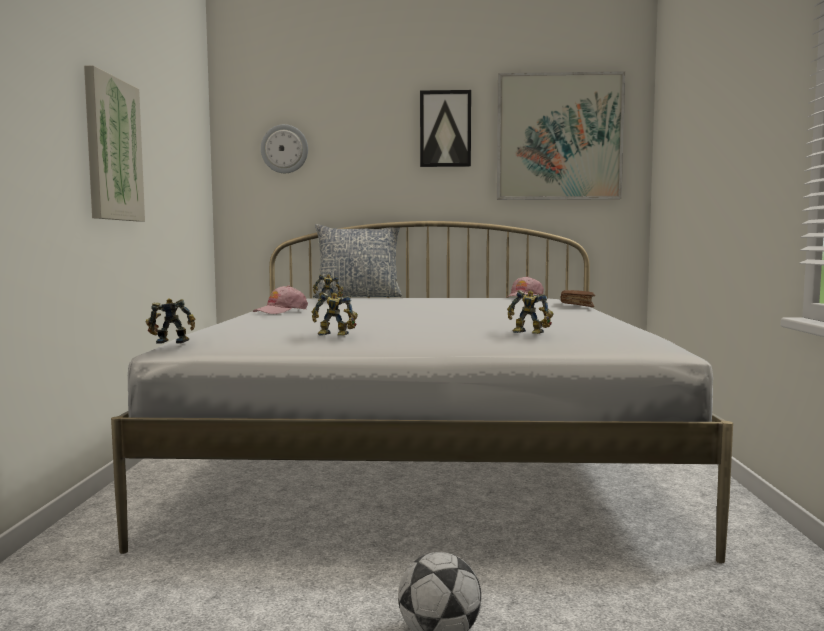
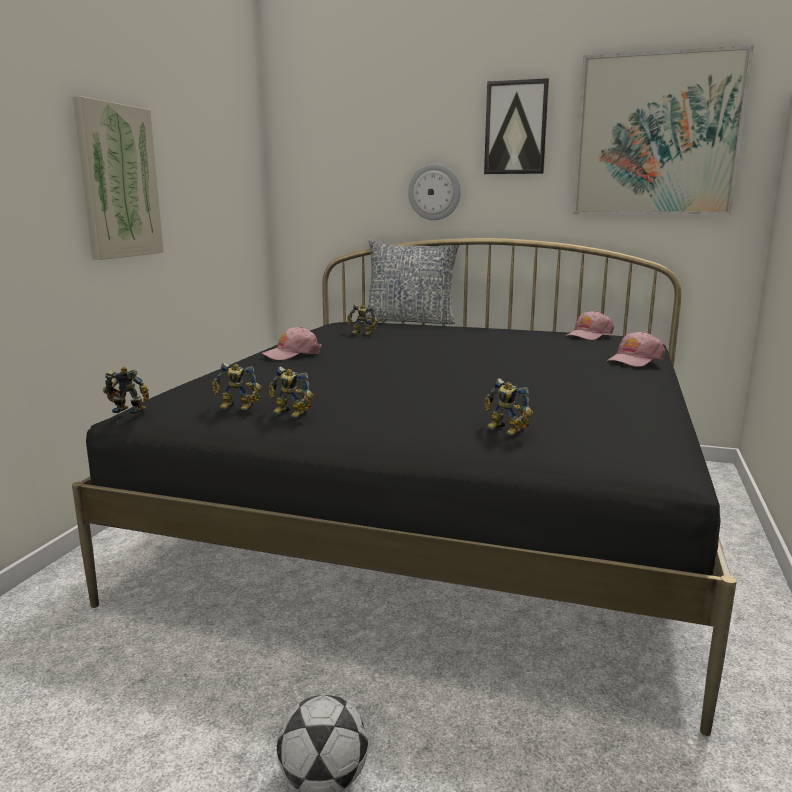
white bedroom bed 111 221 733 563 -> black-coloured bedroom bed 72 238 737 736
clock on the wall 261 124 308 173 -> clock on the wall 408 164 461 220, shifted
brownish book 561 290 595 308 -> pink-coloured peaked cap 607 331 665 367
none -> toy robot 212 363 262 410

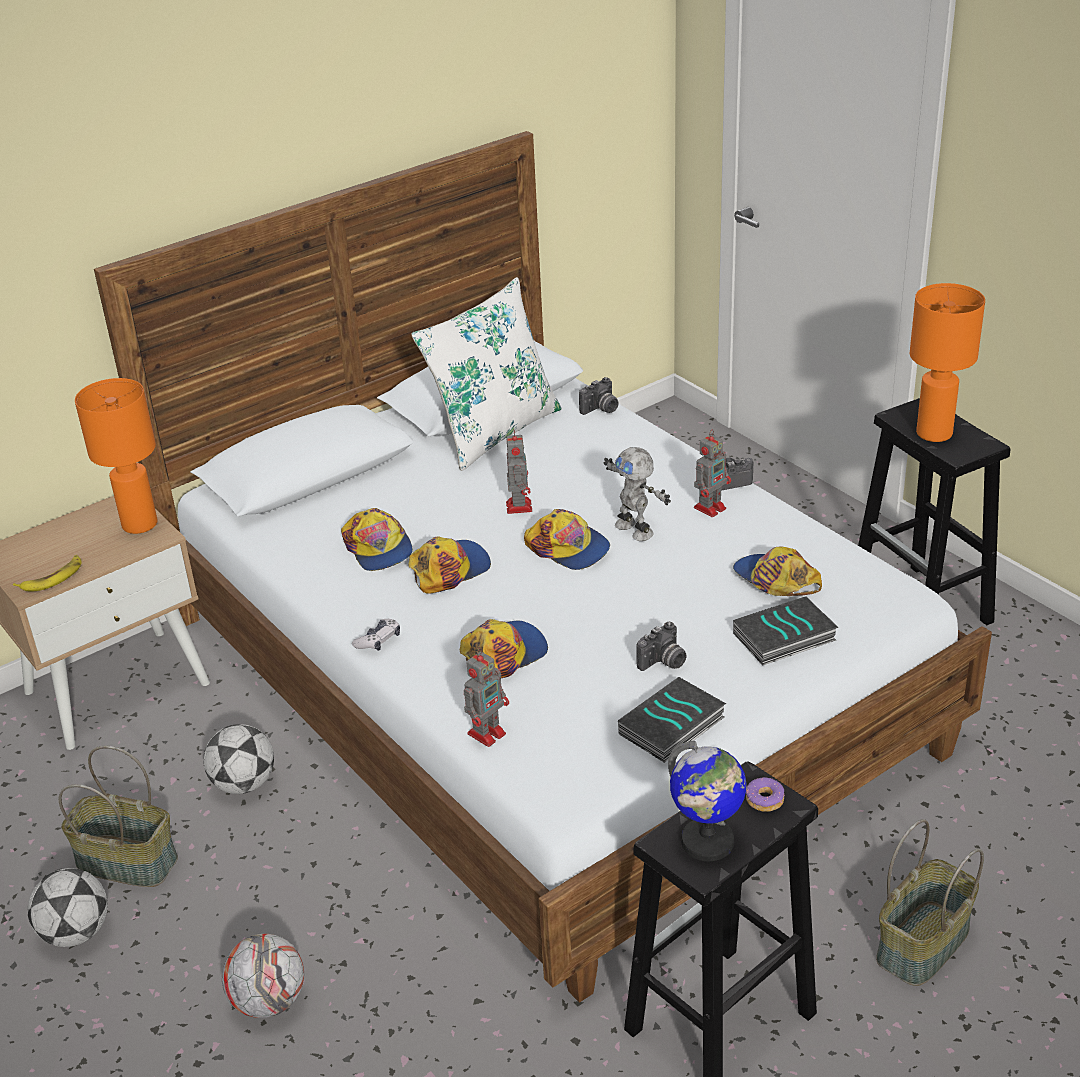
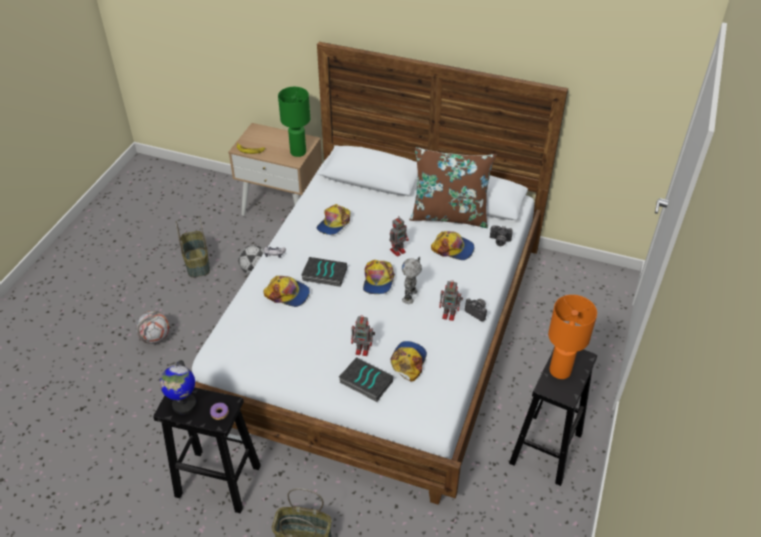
football ball 28 868 108 947 -> none
orangey tabletop lamp 75 378 158 534 -> green-coloured tabletop lamp 278 87 310 157
peaked cap 408 537 491 594 -> peaked cap 431 231 474 260, shifted
white cushion 411 277 562 471 -> brownish cushion 409 147 496 228
toy robot 464 648 509 747 -> toy robot 351 315 375 356, shifted
book 618 677 726 763 -> book 301 257 347 287, shifted
still camera 636 622 686 671 -> none

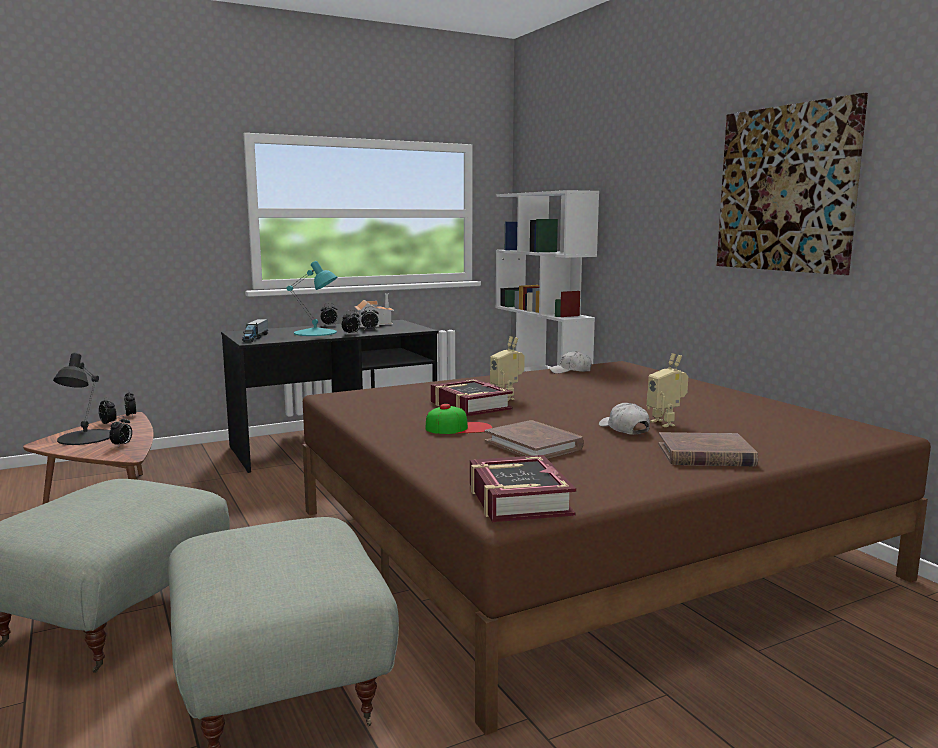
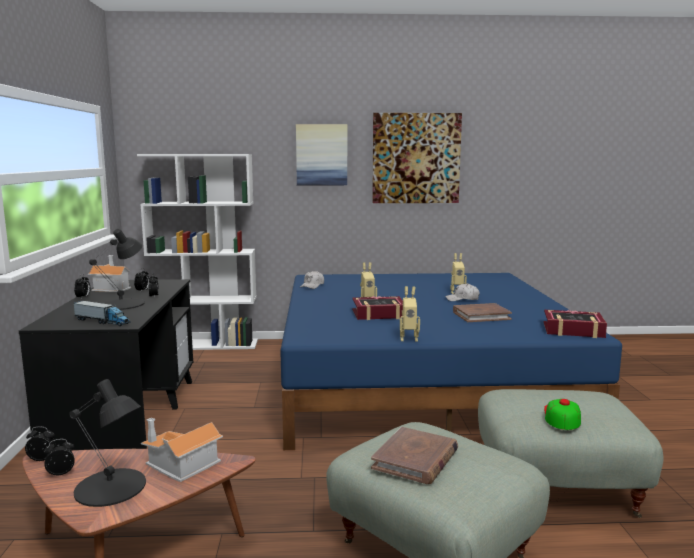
table clock 109 416 132 448 -> toy house 141 418 223 482
turquoise tabletop lamp 287 261 337 336 -> black-coloured tabletop lamp 89 229 145 310
brownish bedroom bed 303 361 931 736 -> bluish bedroom bed 280 273 622 450
peaked cap 426 404 493 434 -> peaked cap 544 399 581 430, shifted
brownish book 658 432 758 466 -> brownish book 371 427 458 484, shifted
none -> wall art 296 124 347 185
none -> toy robot 400 286 420 342

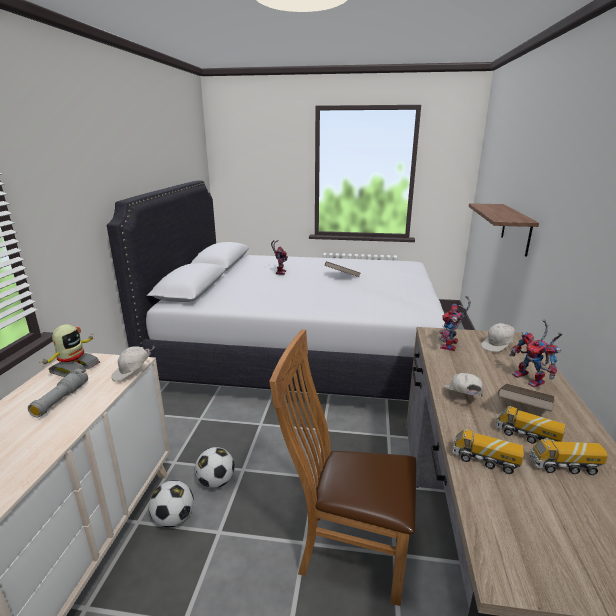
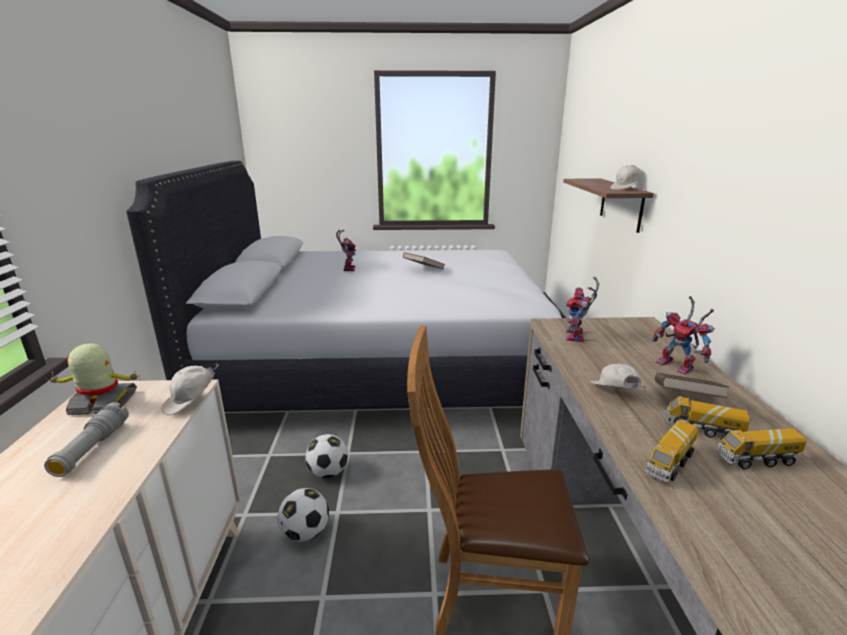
toy robot 39 324 100 377 -> toy robot 46 344 141 415, 105 degrees counterclockwise
football ball 149 480 194 528 -> football ball 305 434 348 478, shifted
toy lorry 452 429 524 474 -> toy lorry 645 420 699 483, 60 degrees counterclockwise
white peaked cap 481 323 515 352 -> white peaked cap 610 165 641 189, shifted

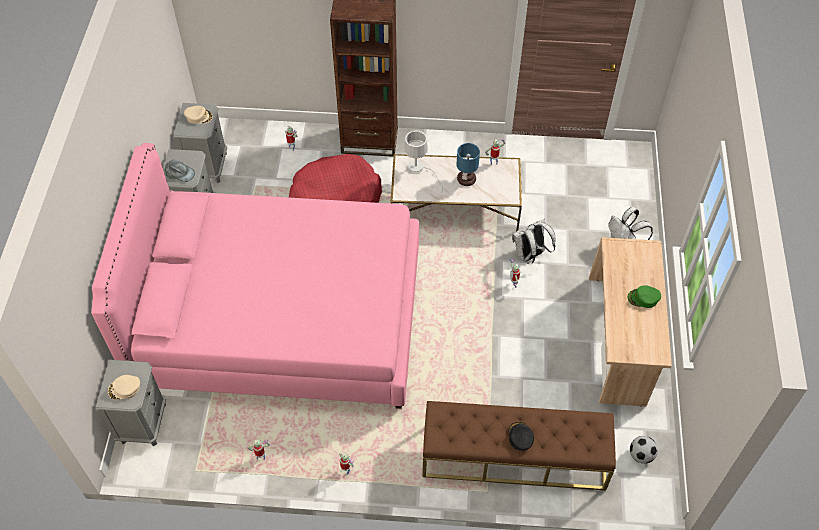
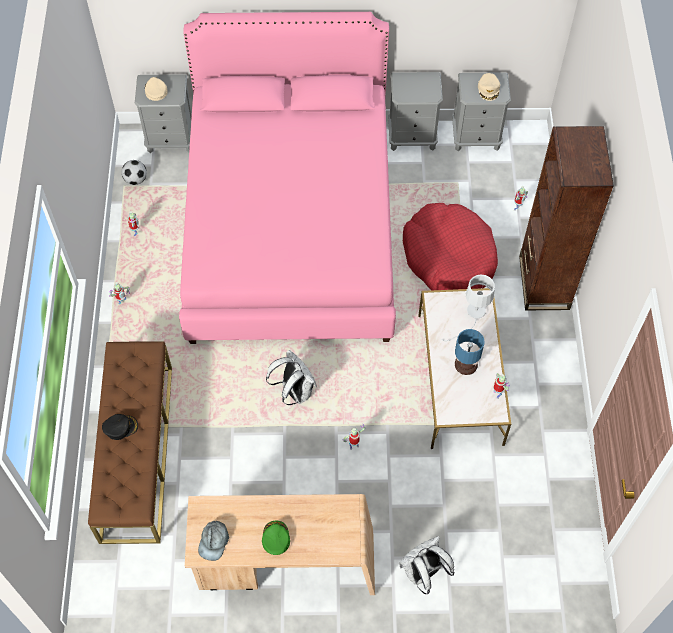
gray peaked cap 165 159 195 182 -> gray peaked cap 198 521 229 561, shifted
white backpack 512 218 555 264 -> white backpack 266 350 317 405, shifted
football ball 630 436 658 464 -> football ball 121 160 147 185, shifted

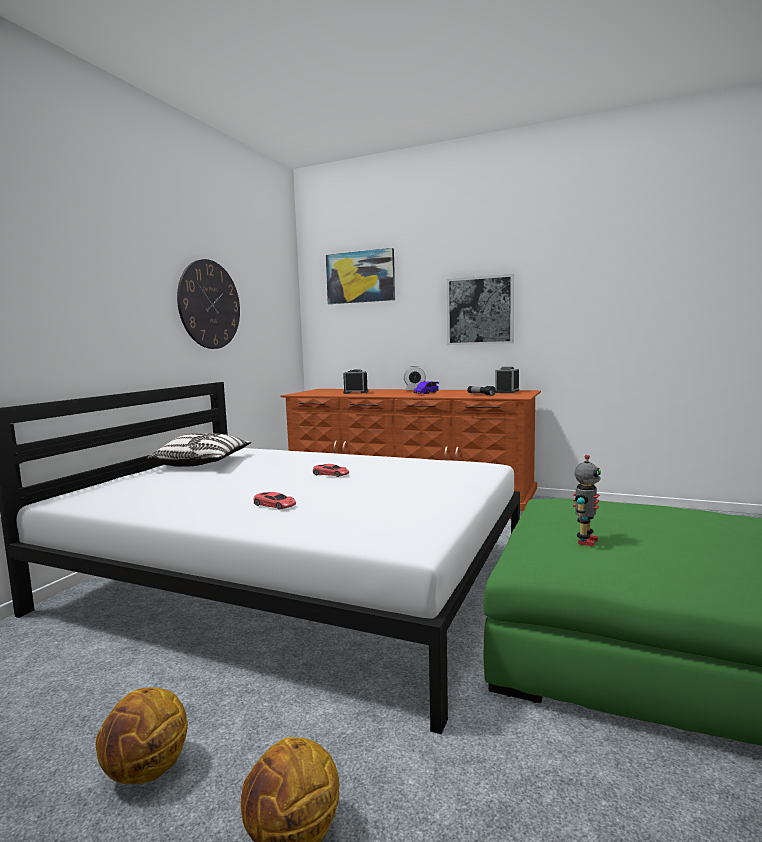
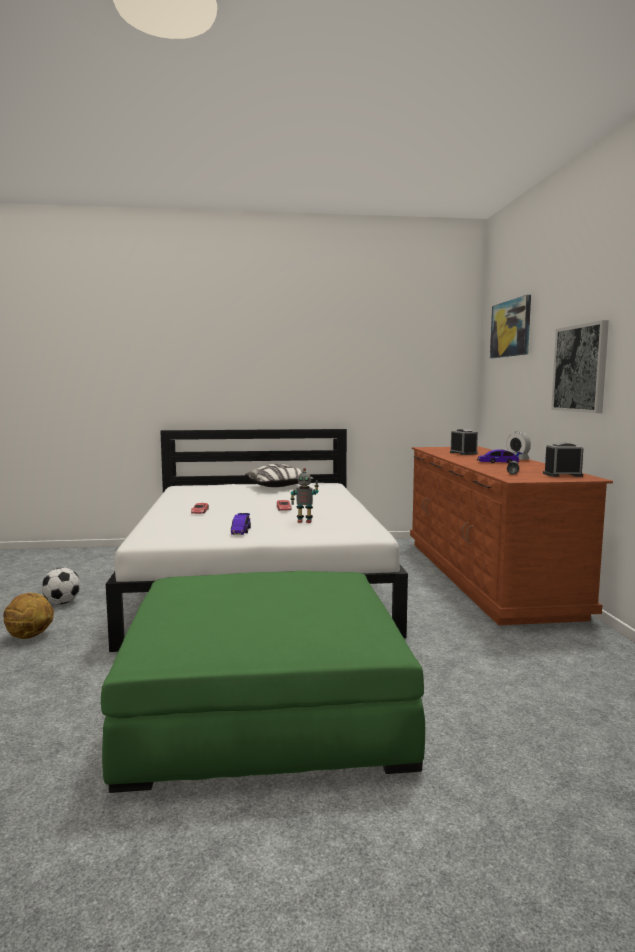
basketball ball 95 687 188 784 -> football ball 42 568 81 604
clock on the wall 177 259 240 349 -> none
toy robot 573 455 601 547 -> toy robot 290 468 319 523, shifted
none -> toy car 231 513 251 535

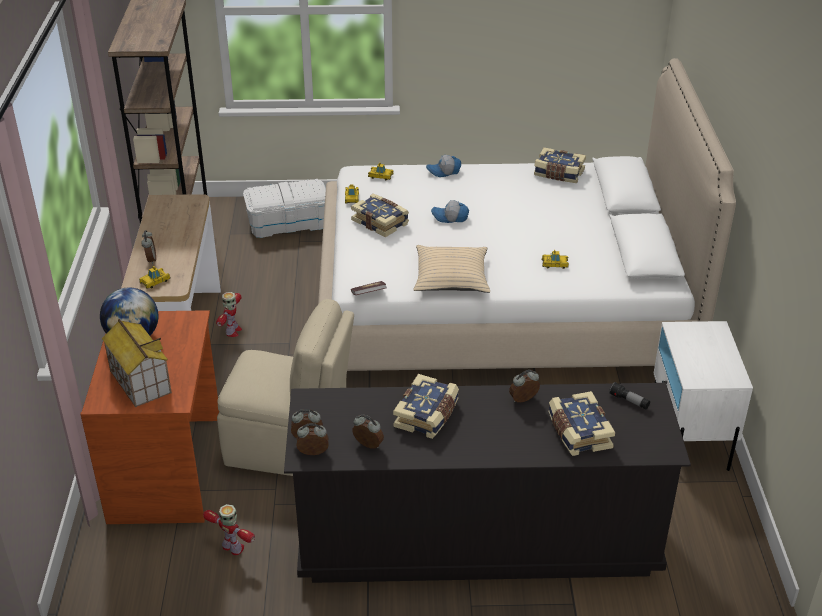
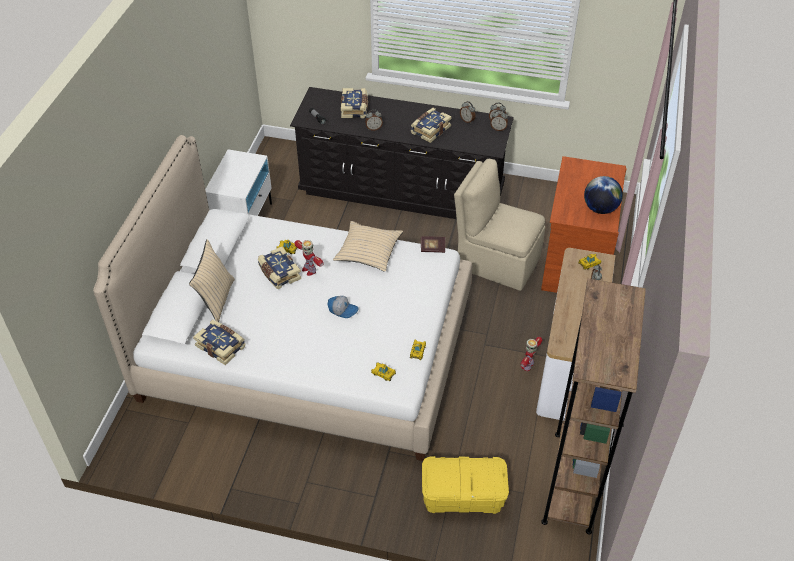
toy house 102 319 172 407 -> none
toy robot 203 504 255 555 -> toy robot 294 240 324 276, shifted
white storage container 243 179 326 238 -> yellowish storage container 422 456 509 514
book 351 193 409 237 -> book 258 247 301 289, shifted
peaked cap 426 155 461 177 -> none
none -> beige cushion 189 239 235 322

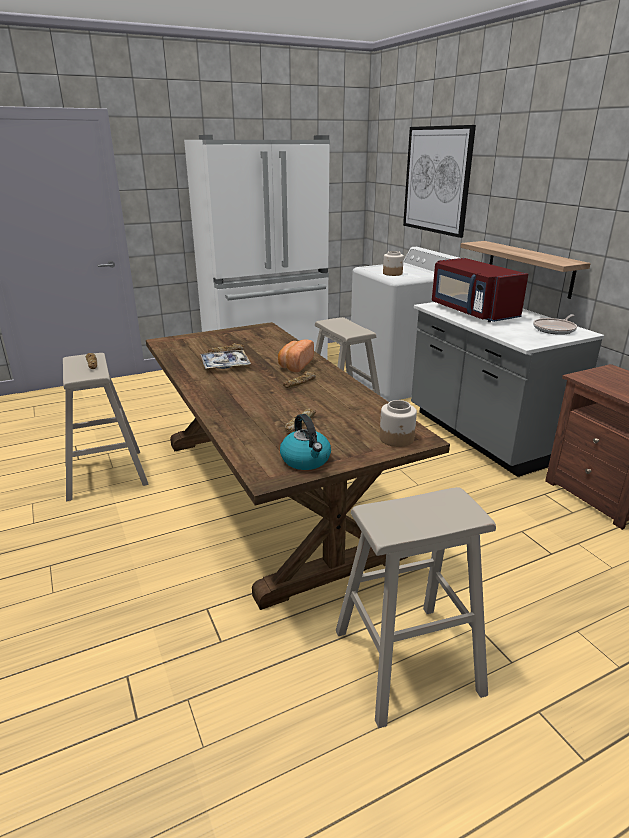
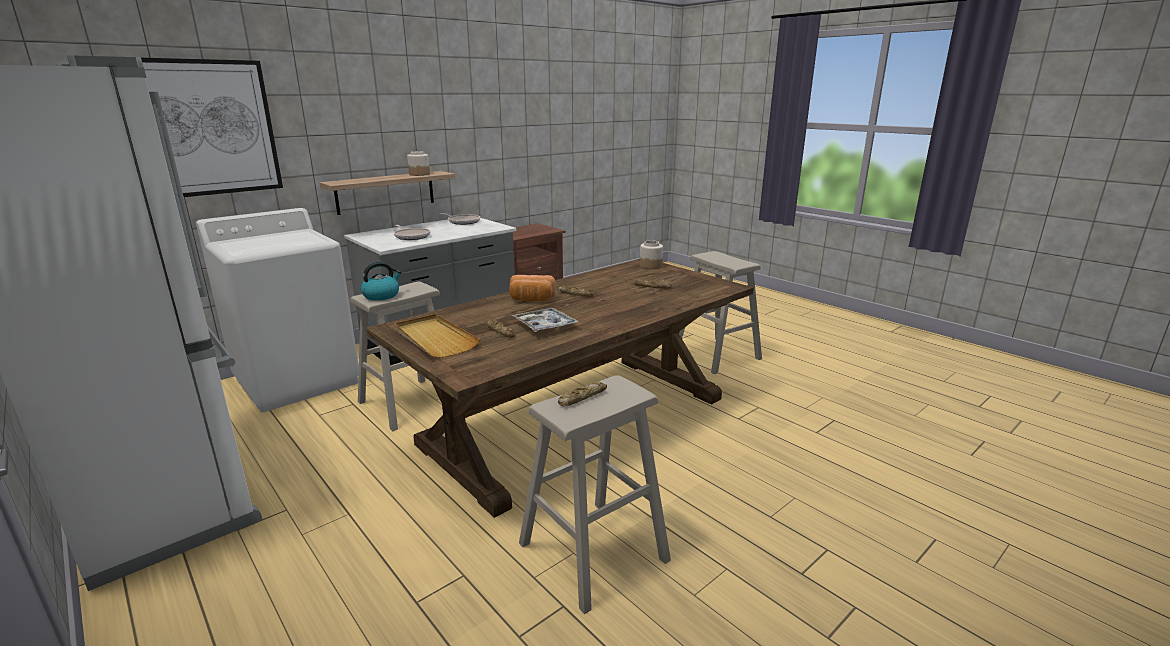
water kettle 280 414 331 470 -> water kettle 361 262 402 301, shifted
preserve jar 383 251 404 276 -> preserve jar 407 151 430 176, shifted
red microwave oven 432 258 528 322 -> skillet 394 225 430 240
none -> beige tray 395 314 480 358

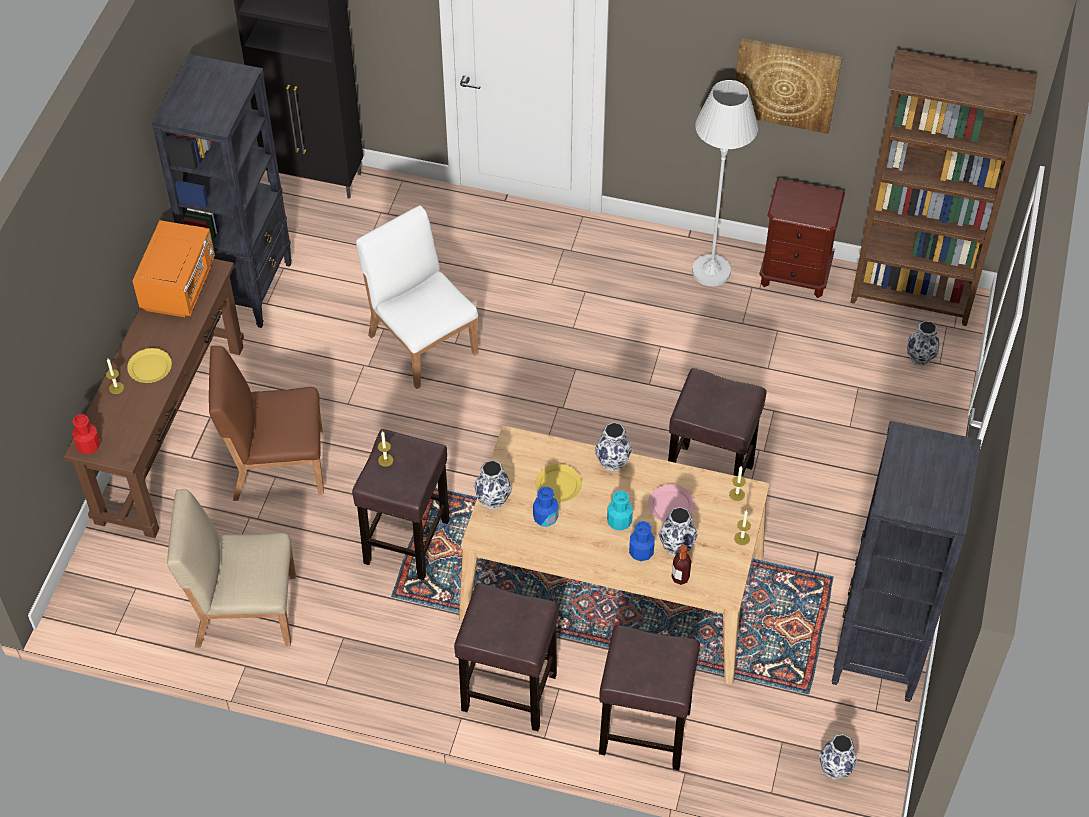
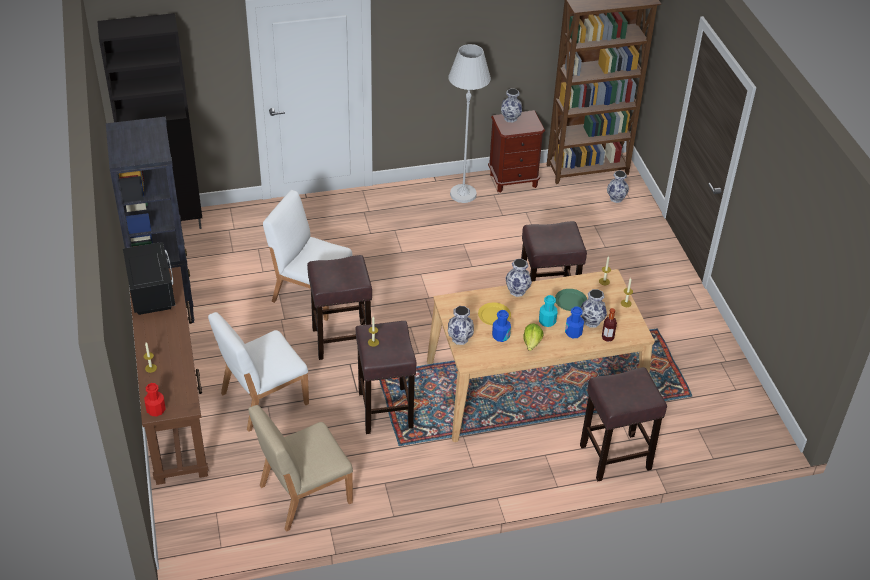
yellowish dinner plate 127 348 172 383 -> none
orangey microwave oven 133 220 215 317 -> black-coloured microwave oven 123 242 176 315
brownish upright chair 209 346 324 501 -> white upright chair 208 312 309 432
brownish stool seat 454 583 559 731 -> brownish stool seat 307 255 372 360, shifted
pink-coloured dinner plate 648 484 695 522 -> green-coloured dinner plate 555 289 587 311
wall art 735 38 842 134 -> none
vase 819 734 858 780 -> vase 501 89 522 122, shifted
black-coloured shelving unit 832 421 981 702 -> none
none -> head of lettuce 523 323 544 351

